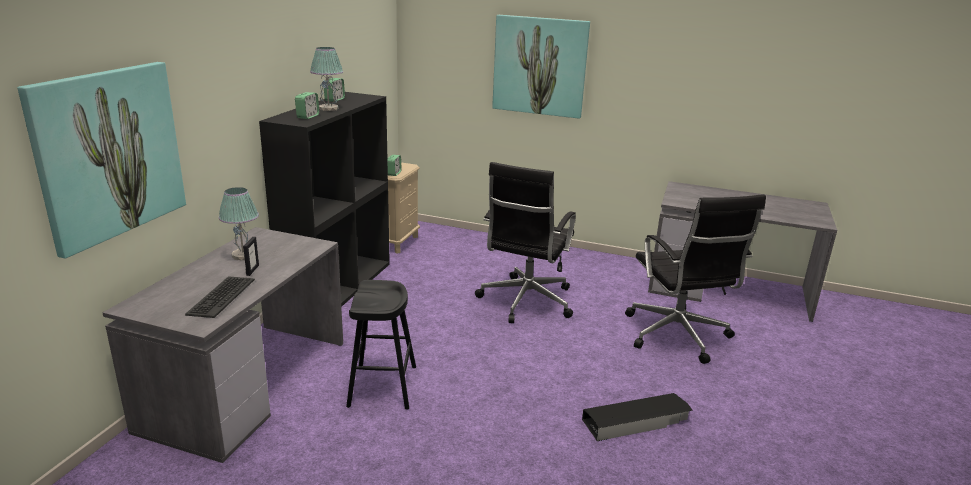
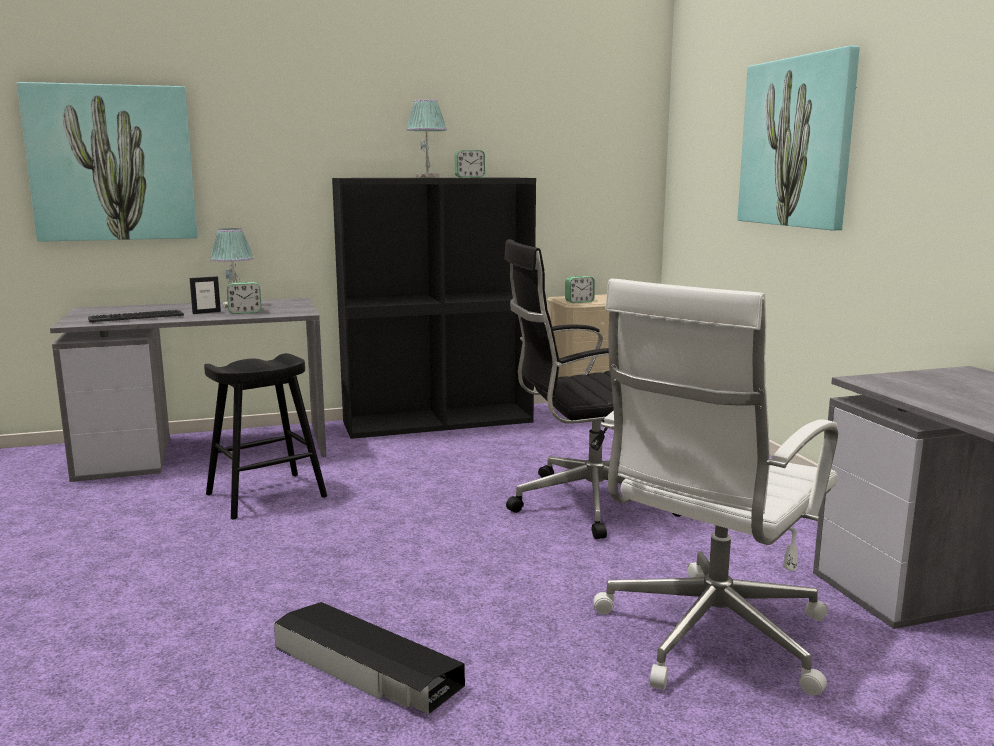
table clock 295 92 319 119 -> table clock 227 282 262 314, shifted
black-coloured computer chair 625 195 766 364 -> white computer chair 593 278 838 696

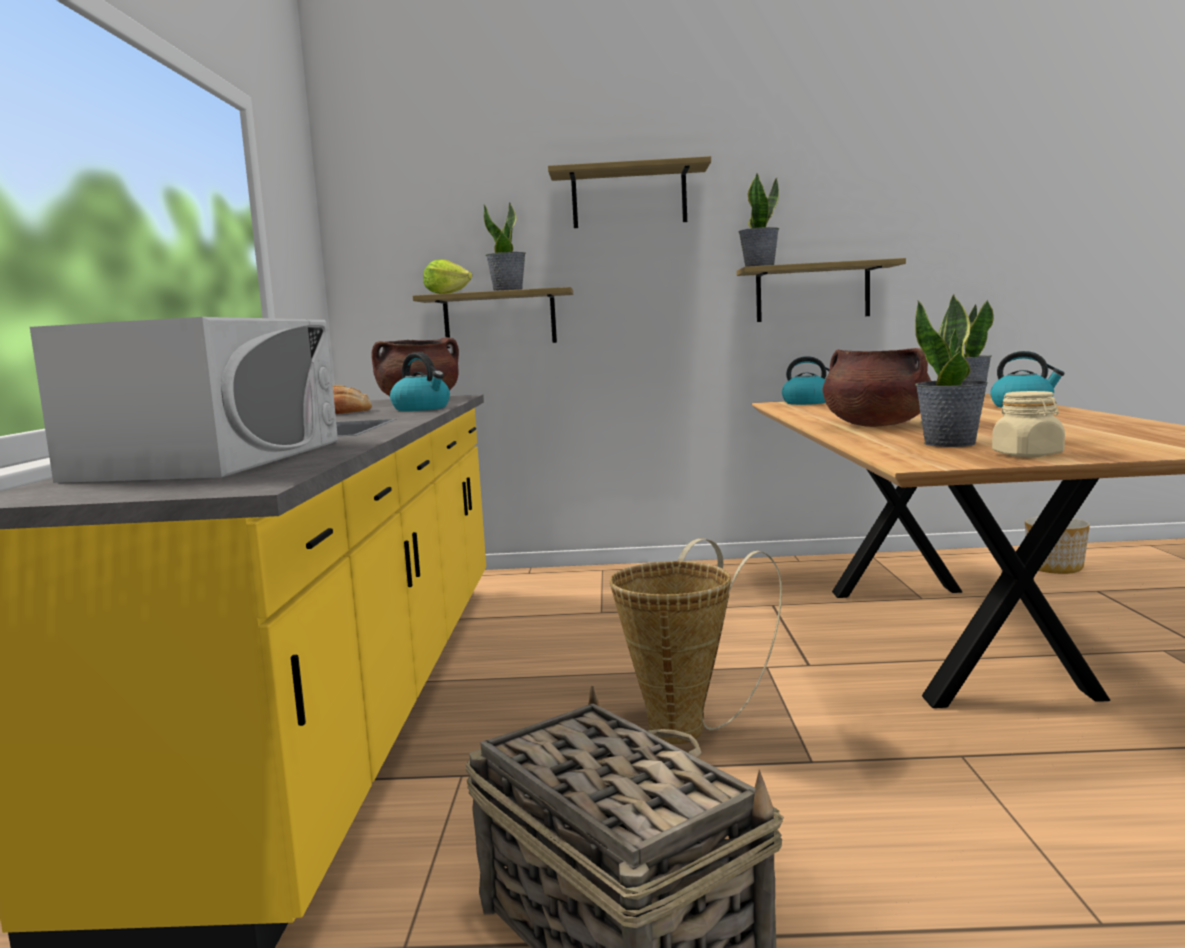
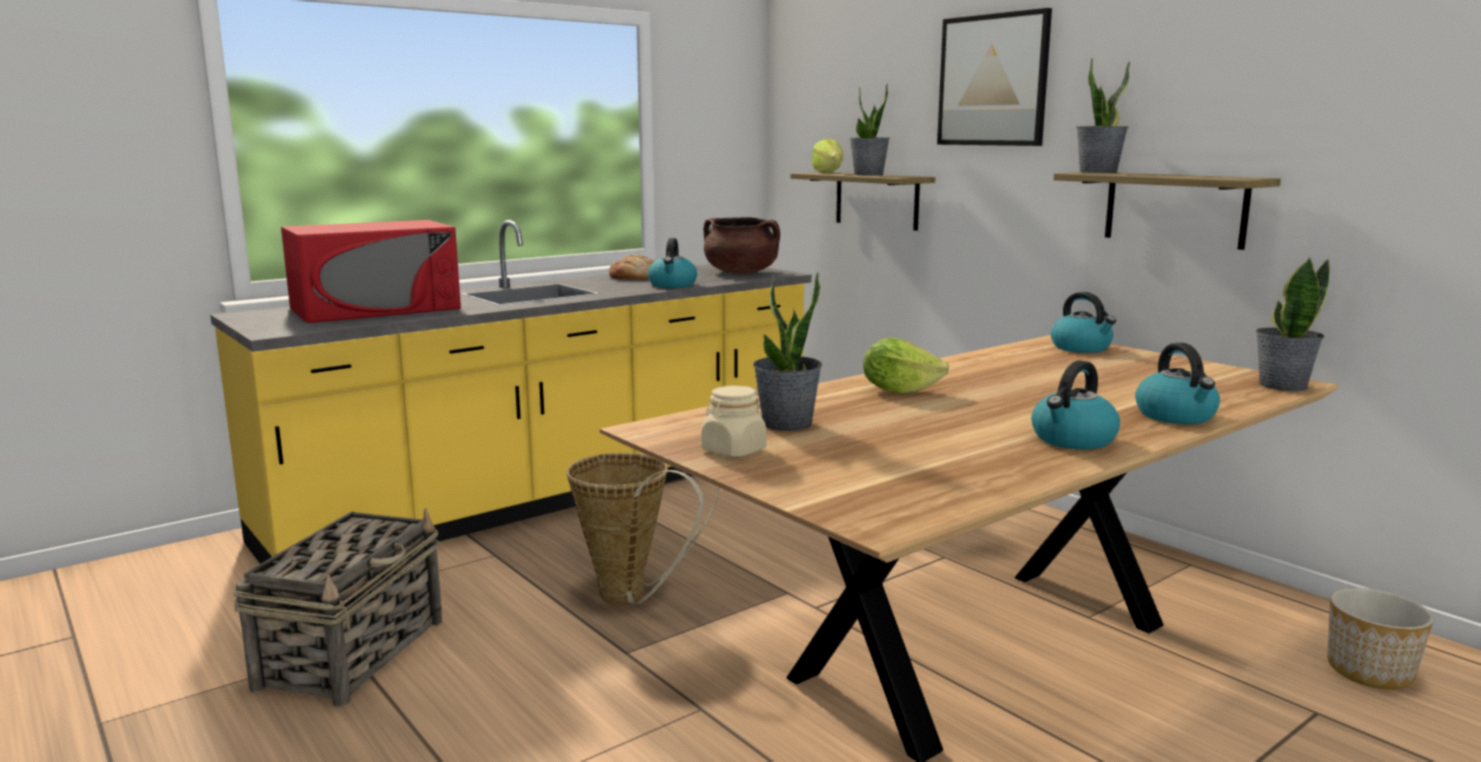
white microwave oven 30 317 338 483 -> red microwave oven 281 220 461 323
shelf 548 156 711 228 -> wall art 937 8 1052 146
brownish cooking pot 823 348 931 427 -> head of lettuce 863 338 949 394
none -> water kettle 1031 360 1120 450

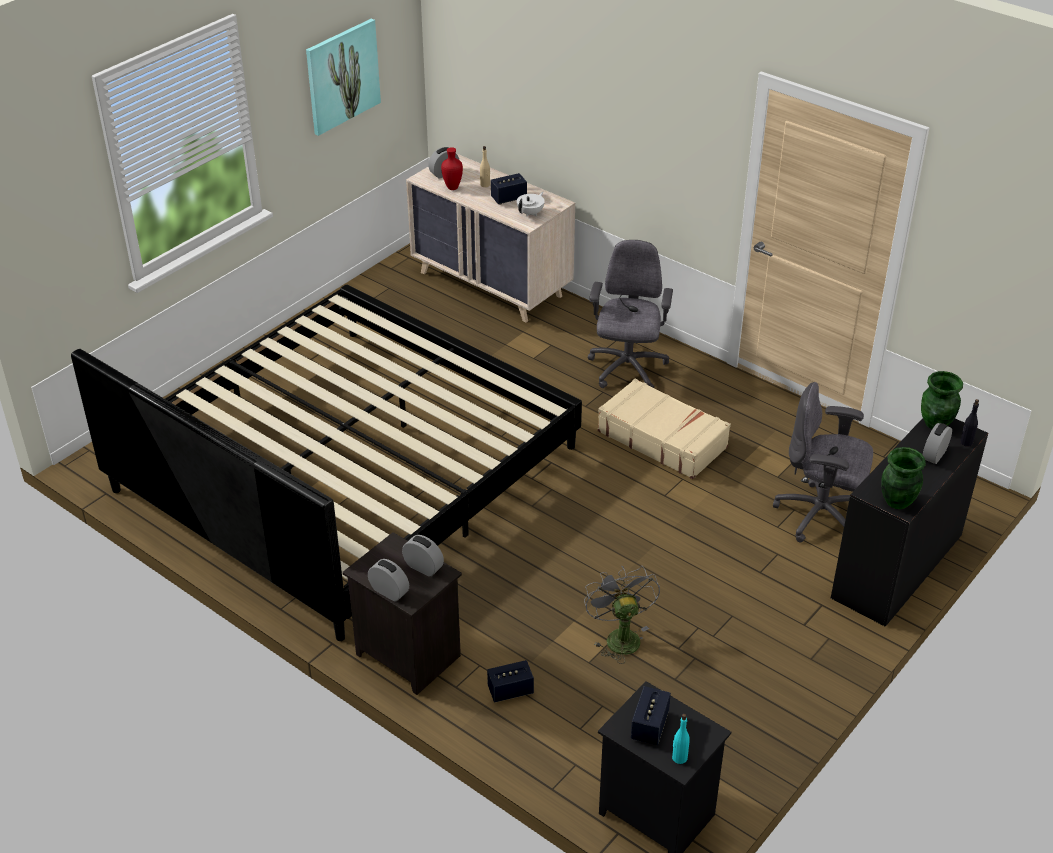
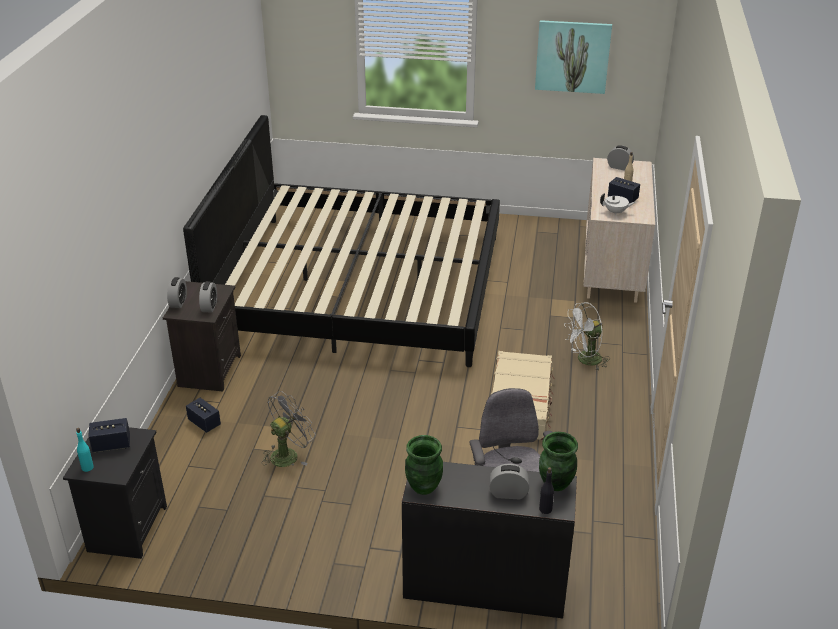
red vase 441 147 463 190 -> none
gray computer chair 588 240 673 388 -> white cooling fan 564 302 610 370

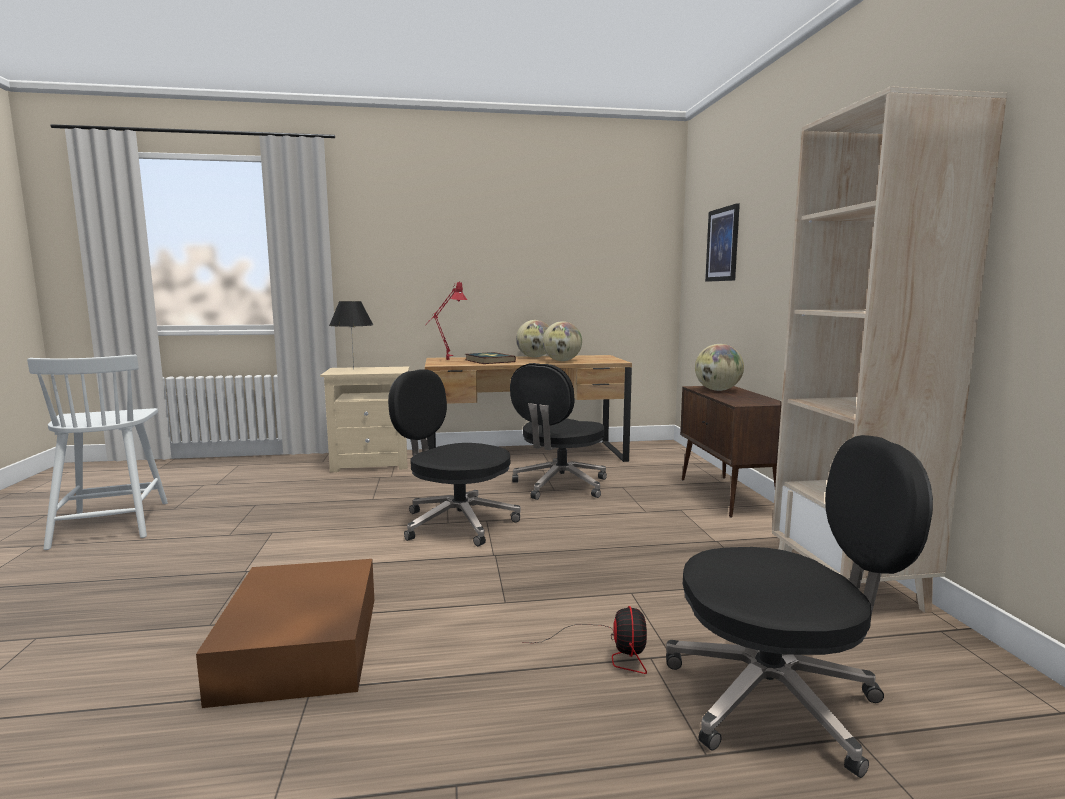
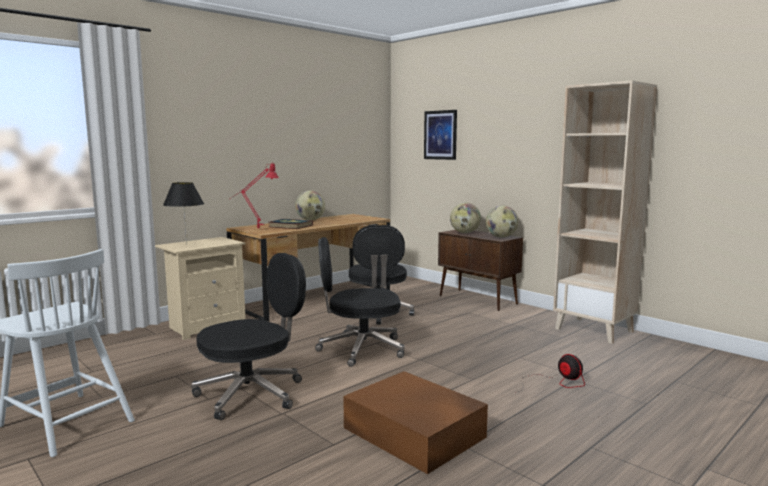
world globe 543 321 582 361 -> world globe 486 205 518 237, shifted
black-coloured computer chair 666 435 933 778 -> black-coloured computer chair 191 253 306 420, shifted

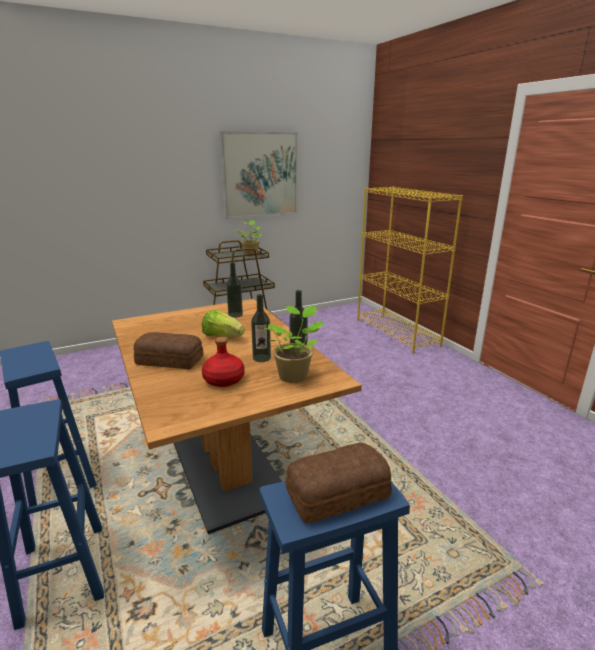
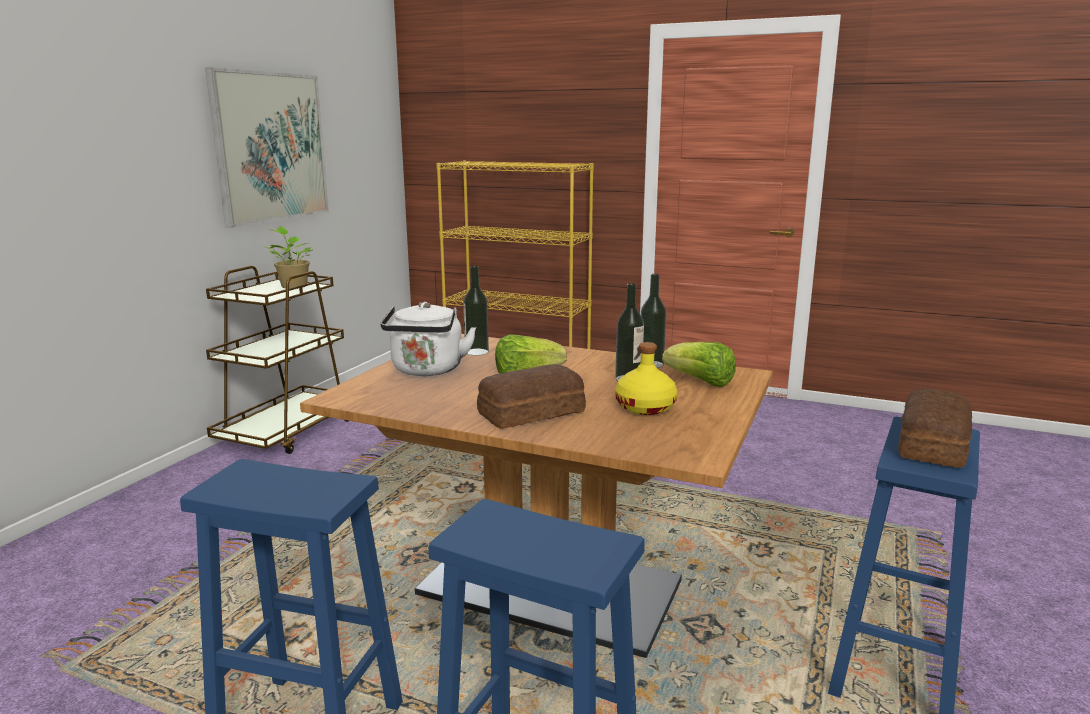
red beverage bottle 202 337 244 387 -> yellowish beverage bottle 615 342 677 415
potted plant 264 305 324 383 -> head of lettuce 662 342 736 387
none -> white water kettle 381 302 477 376

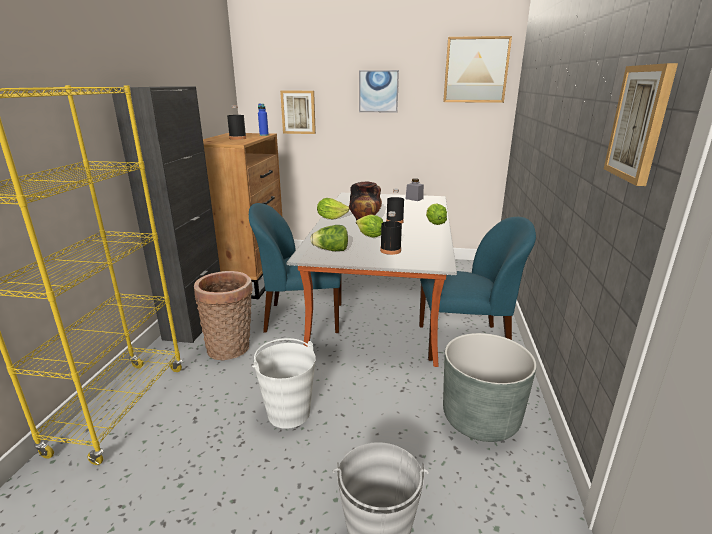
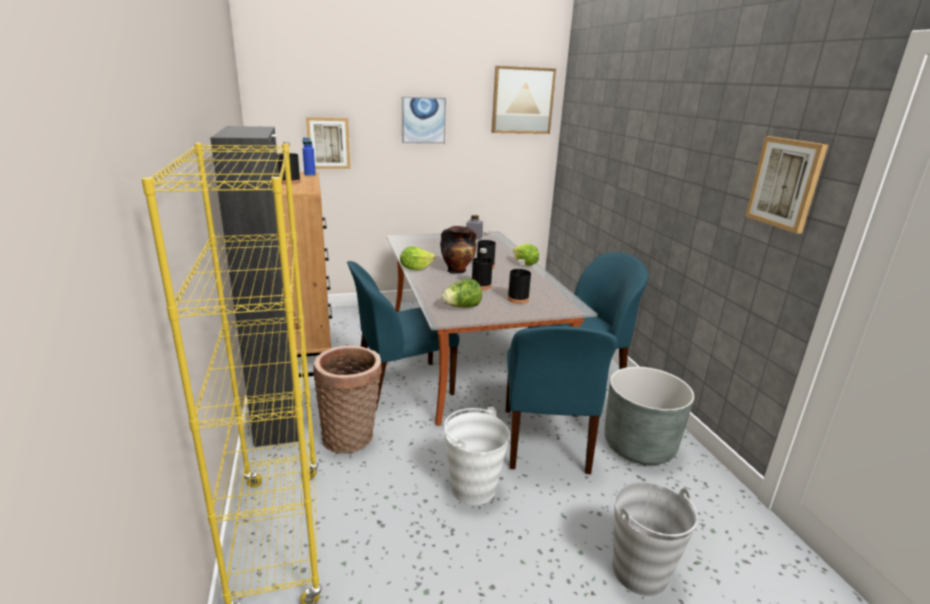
head of lettuce 356 214 383 238 -> black-coloured beverage bottle 472 248 493 290
none -> bluish upright chair 506 326 618 474

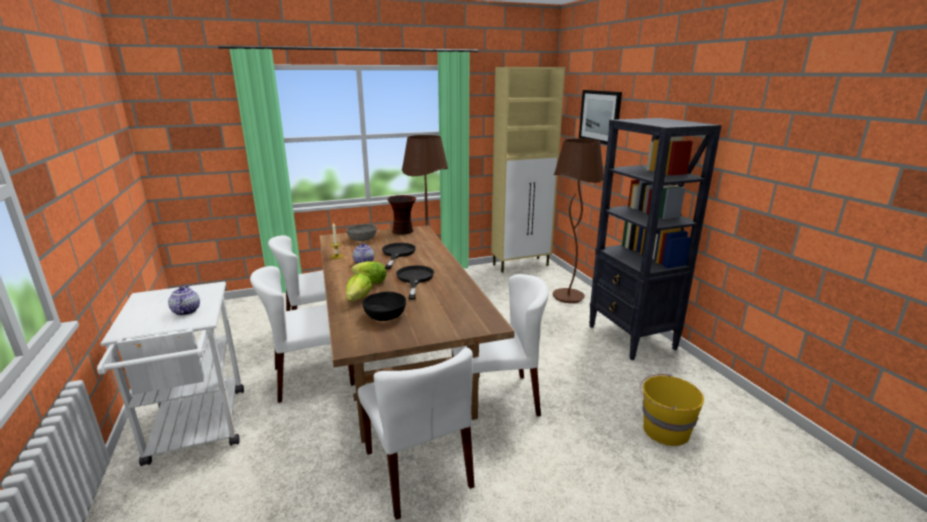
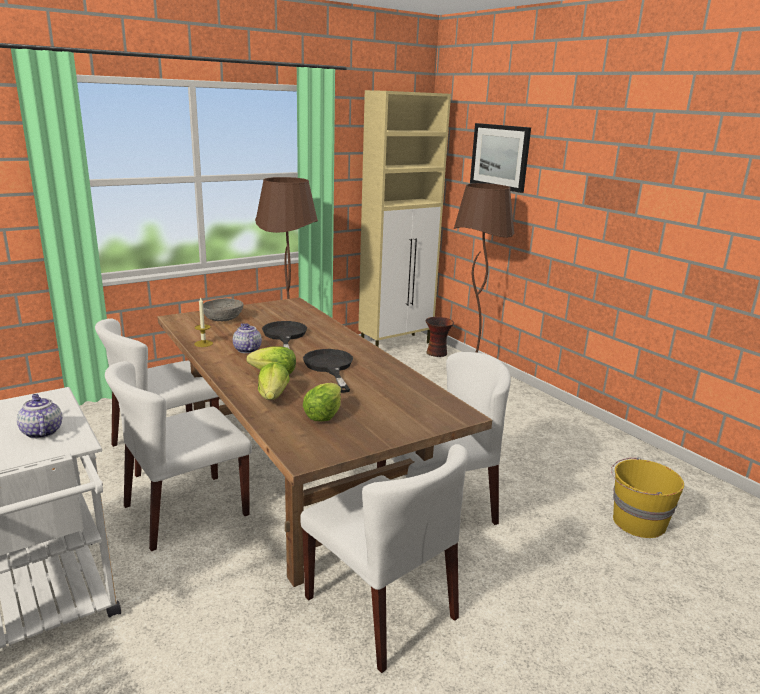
black-coloured serving bowl 363 292 406 321 -> head of lettuce 303 383 341 421
vase 387 195 416 235 -> vase 426 317 454 357, shifted
black-coloured shelving unit 589 118 722 360 -> none

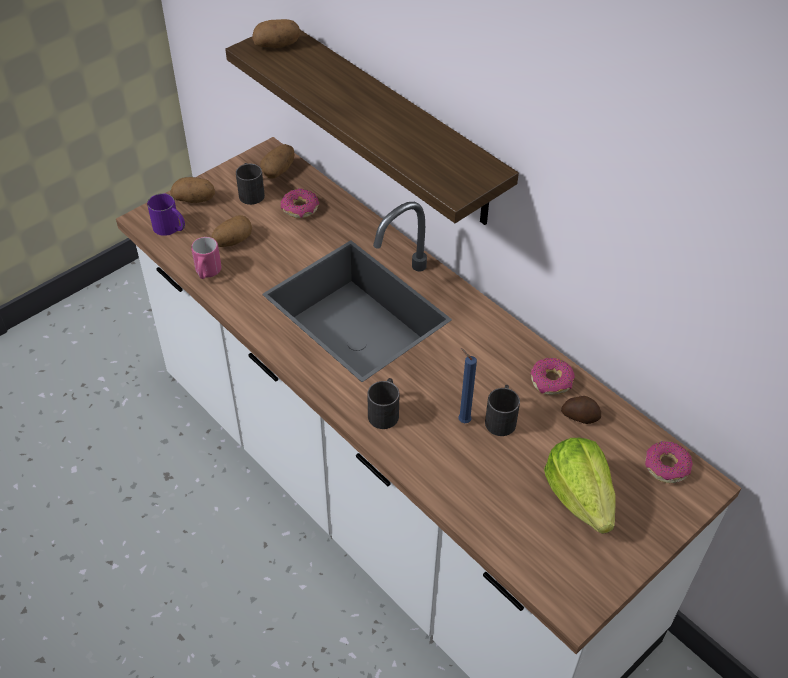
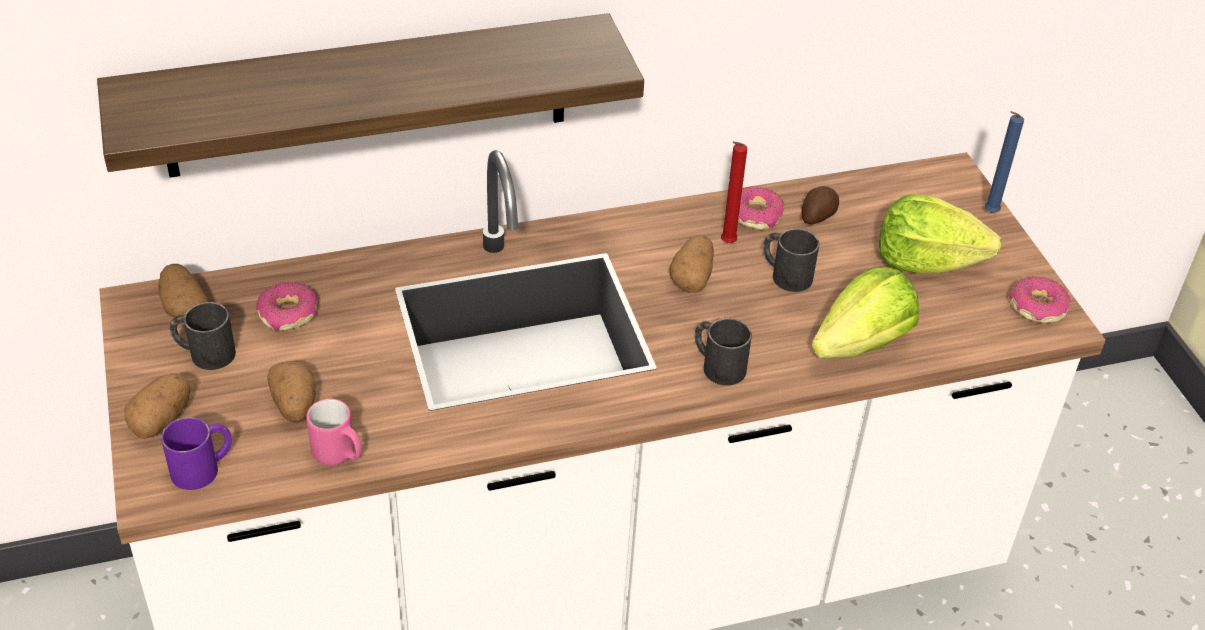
whole potato 252 19 300 48 -> whole potato 670 235 714 293, shifted
bluish wax candle 458 348 477 423 -> bluish wax candle 985 111 1024 213, shifted
ring doughnut 645 441 693 483 -> ring doughnut 1009 276 1071 323, shifted
none -> red wax candle 721 141 747 243
none -> head of lettuce 812 267 919 359

